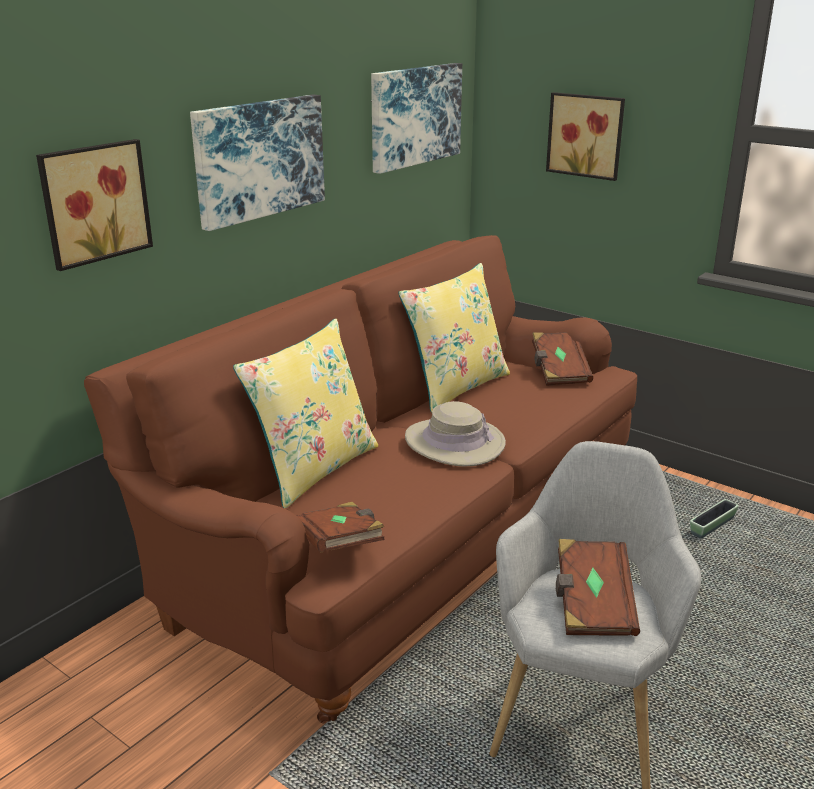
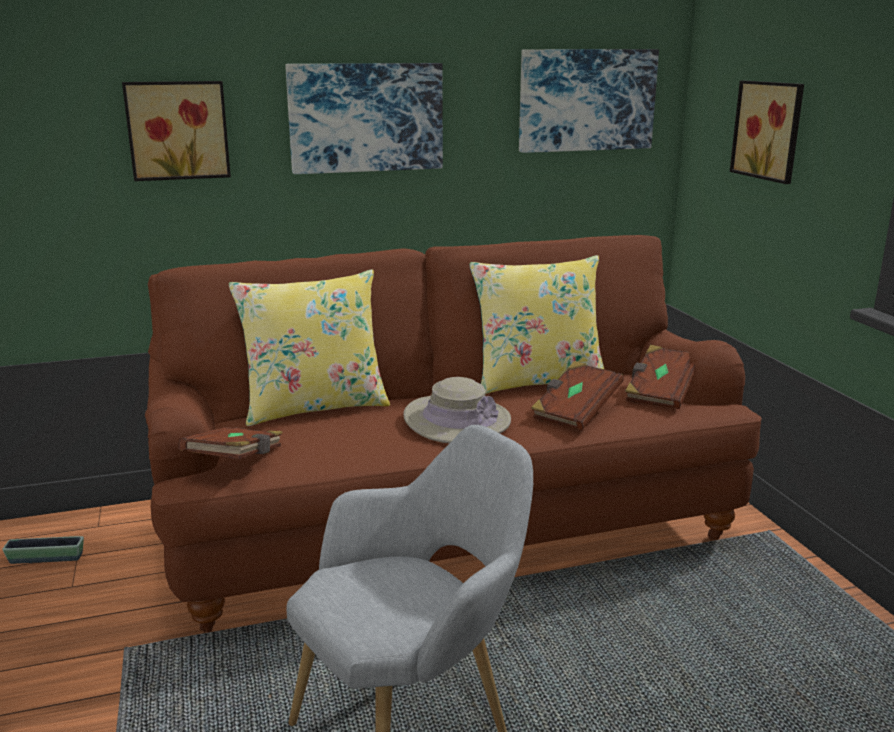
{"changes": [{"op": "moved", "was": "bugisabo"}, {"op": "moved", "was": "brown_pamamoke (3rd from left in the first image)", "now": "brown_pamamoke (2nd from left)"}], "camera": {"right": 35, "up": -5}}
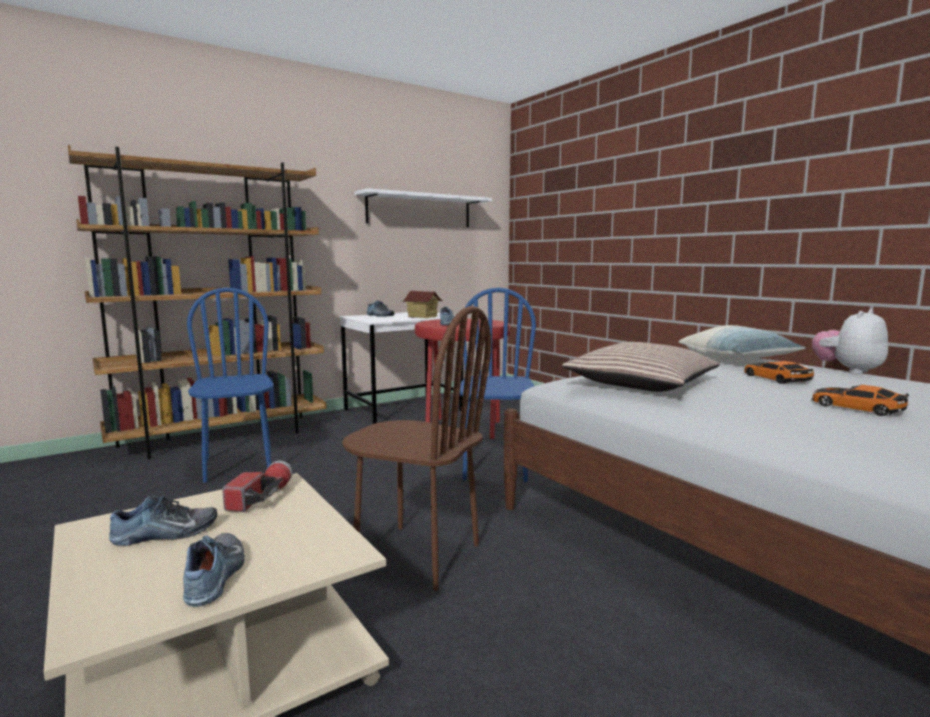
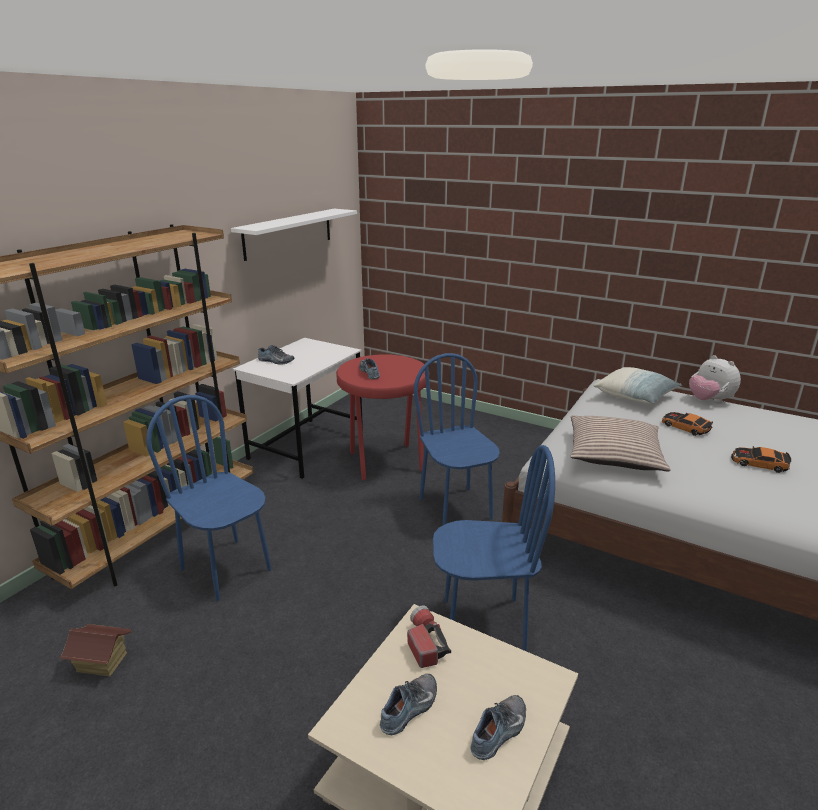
{"changes": [{"op": "moved", "was": "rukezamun"}, {"op": "recoloured", "was": "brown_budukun", "now": "blue_budukun (3rd from left)"}, {"op": "turned", "was": "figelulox (2nd from left in the first image)", "clockwise": 75}, {"op": "turned", "was": "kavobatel", "clockwise": -60}], "camera": {"right": -25, "up": 15}}
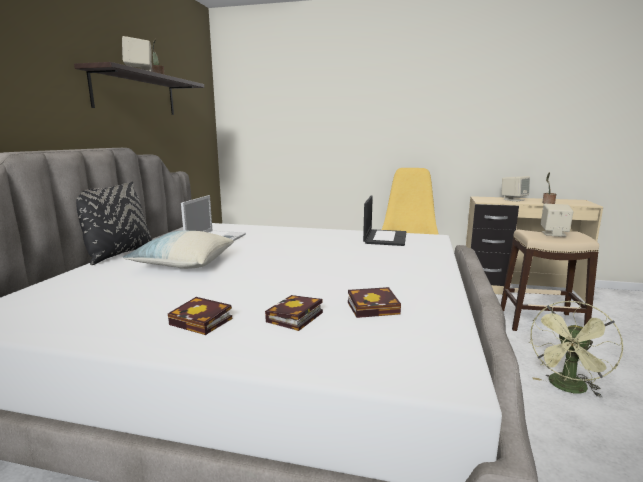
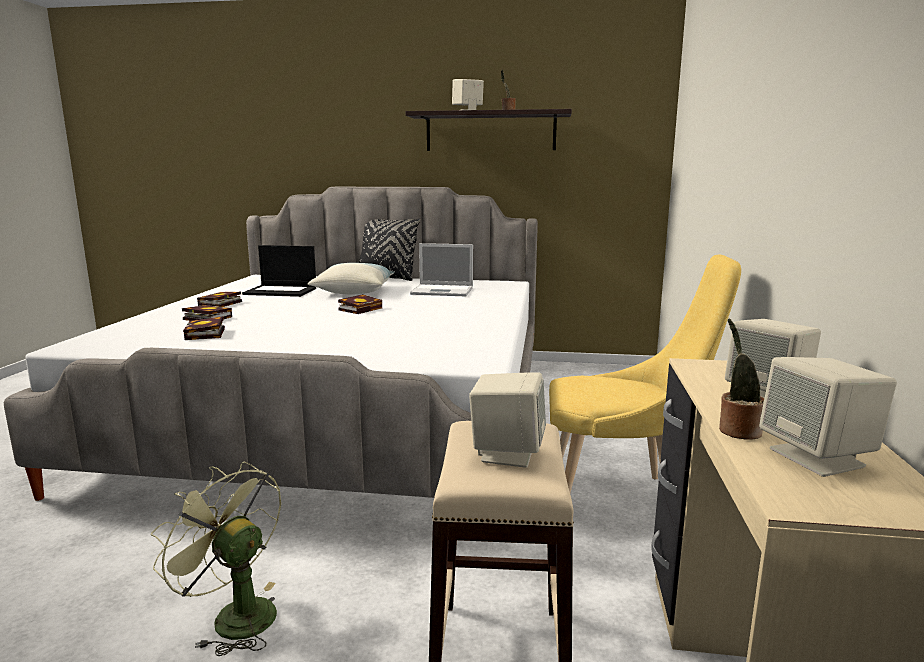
{"changes": [{"op": "moved", "was": "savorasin (2nd from left in the first image)", "now": "savorasin (1st from left)"}, {"op": "added", "now": "pamamoke (4th from left)"}, {"op": "added", "now": "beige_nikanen (4th from left)"}], "camera": {"right": 85, "up": 0}}
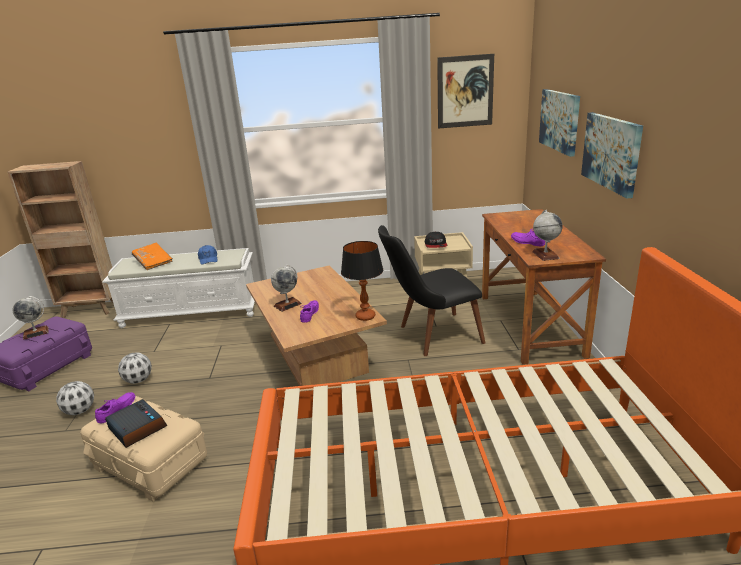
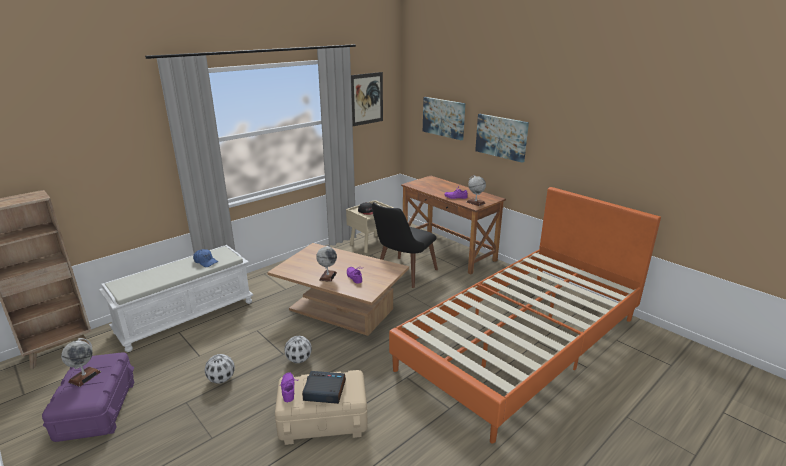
{"changes": [{"op": "moved", "was": "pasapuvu (1st from left in the first image)", "now": "pasapuvu (2nd from left)"}, {"op": "removed", "was": "orange_pamamoke"}, {"op": "removed", "was": "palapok"}], "camera": {"right": -40, "up": 0}}
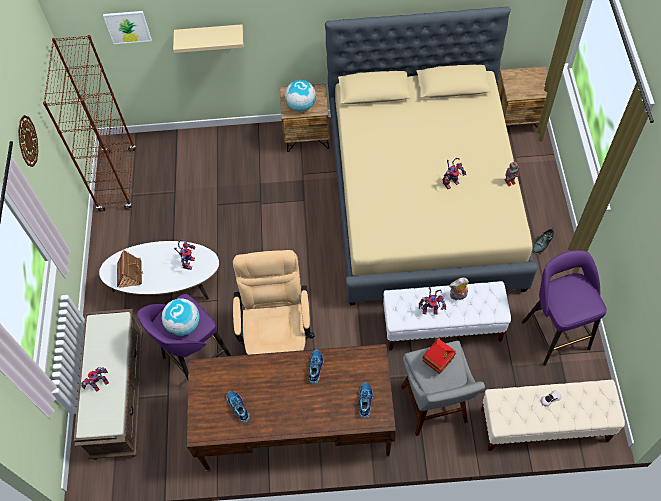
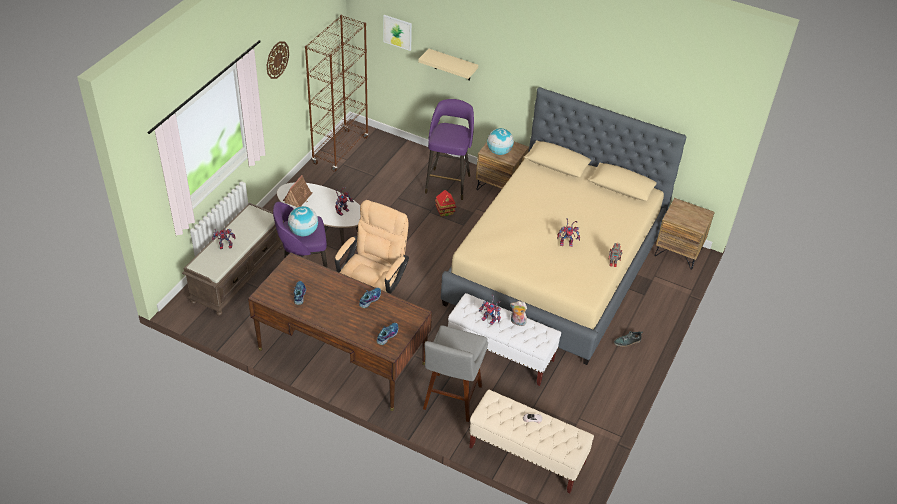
{"changes": [{"op": "moved", "was": "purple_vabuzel (2nd from left)"}, {"op": "moved", "was": "rukezamun (2nd from left)"}], "camera": {"right": 25, "up": -15}}
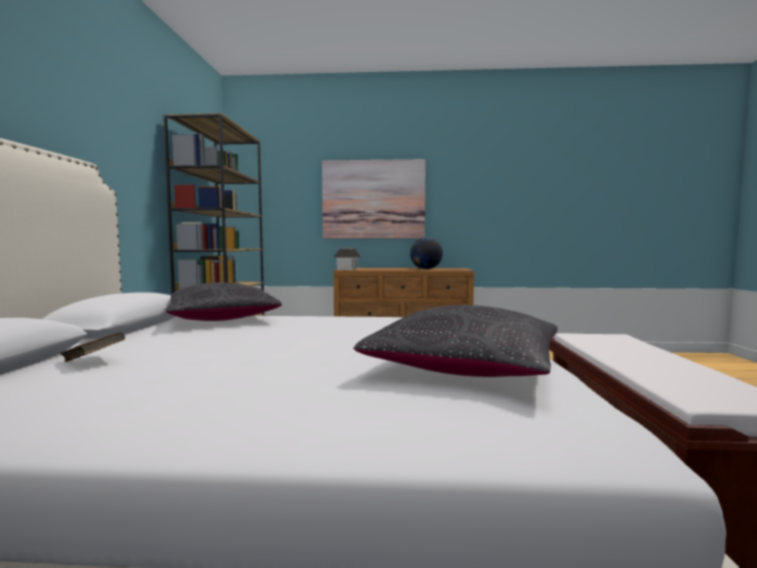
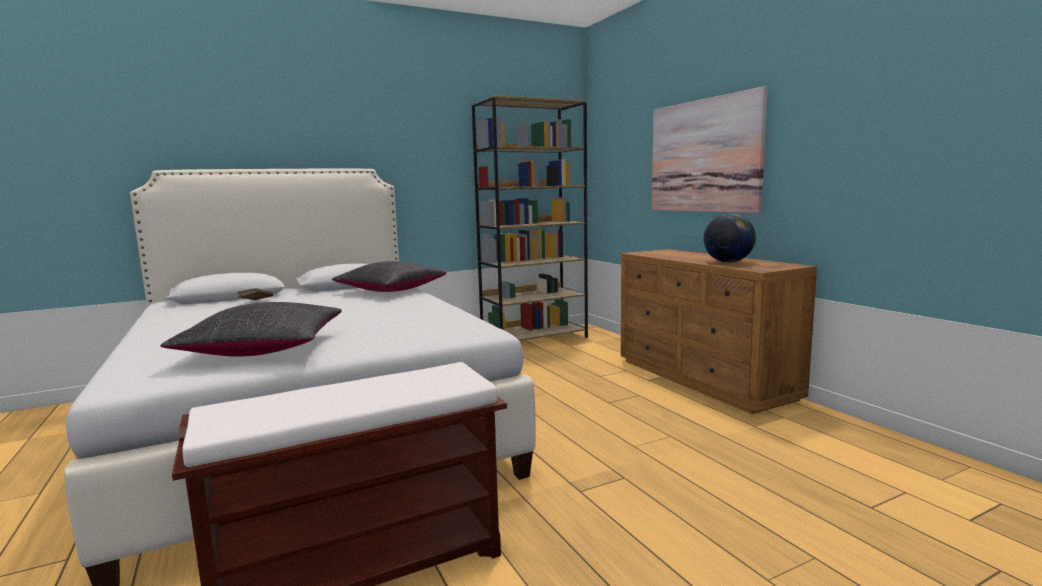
{"changes": [{"op": "removed", "was": "rukezamun"}], "camera": {"right": 60, "up": 5}}
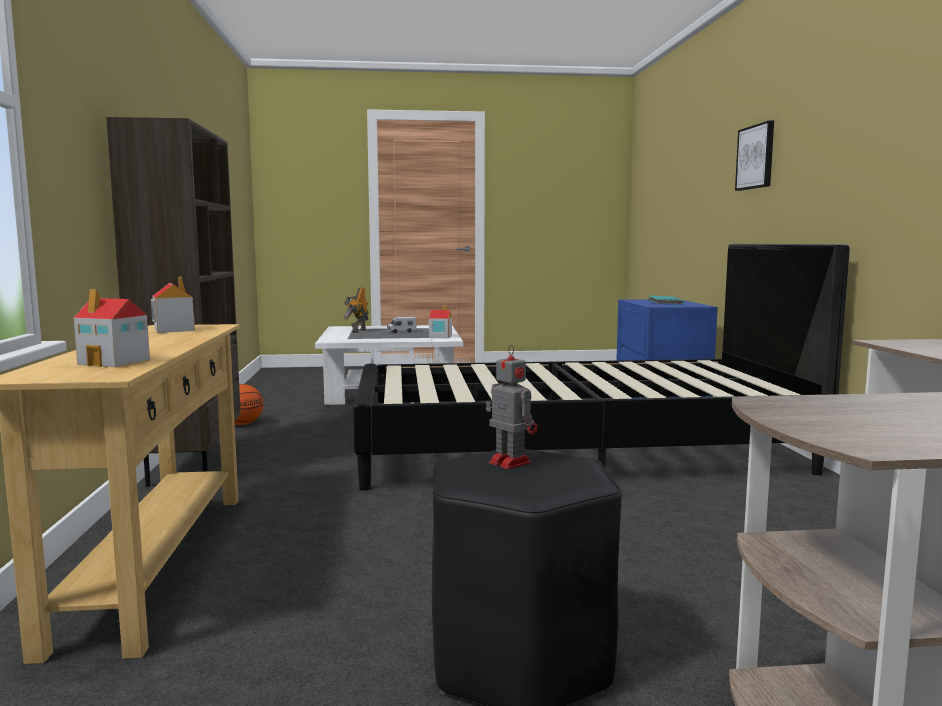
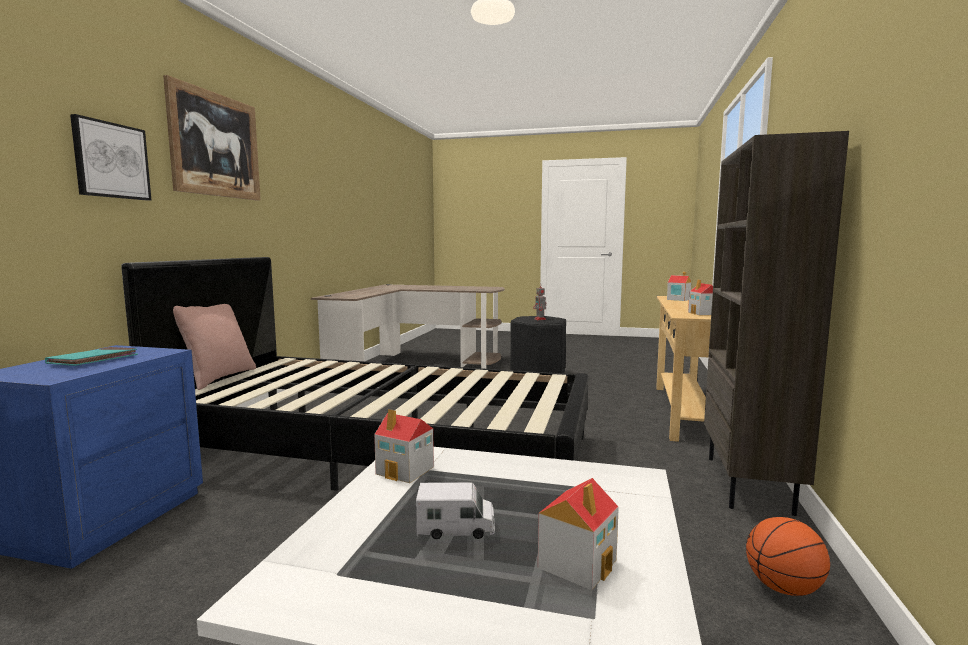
{"changes": [{"op": "added", "now": "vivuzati (2nd from left)"}, {"op": "added", "now": "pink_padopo"}, {"op": "replaced", "was": "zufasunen (1st from left)", "now": "rukezamun (2nd from left)"}], "camera": {"right": -160, "up": 0}}
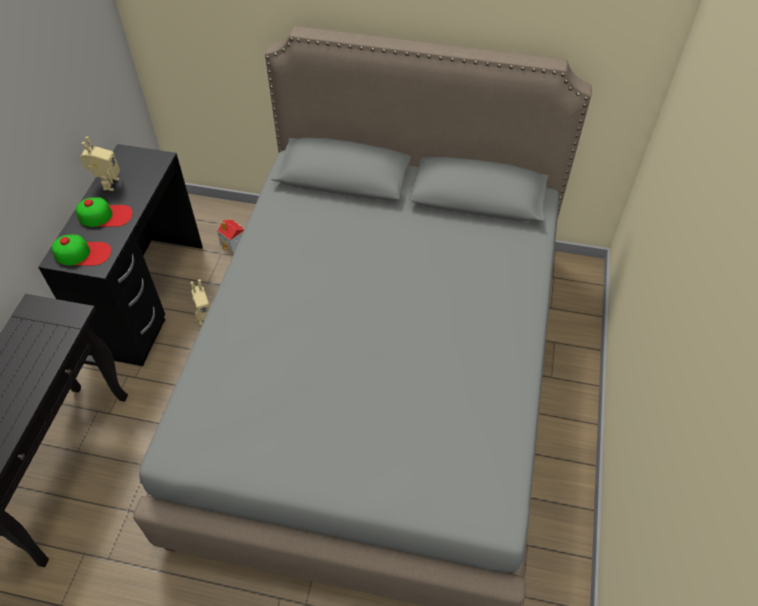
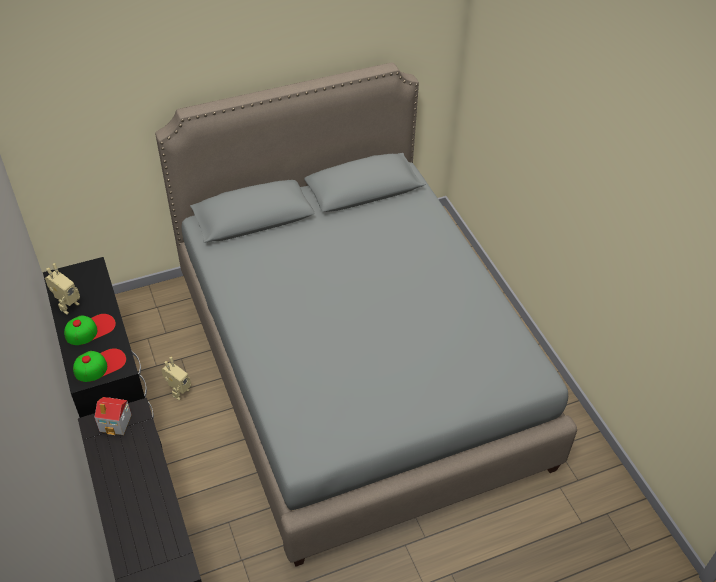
{"changes": [{"op": "turned", "was": "zufasunen (1st from left)", "clockwise": 60}, {"op": "moved", "was": "rukezamun"}], "camera": {"right": -35, "up": -5}}
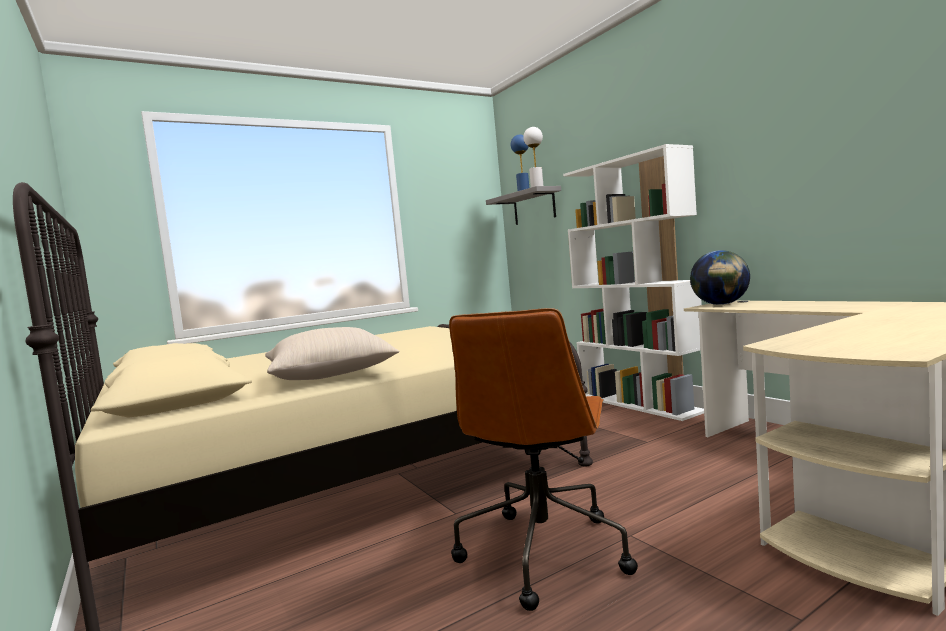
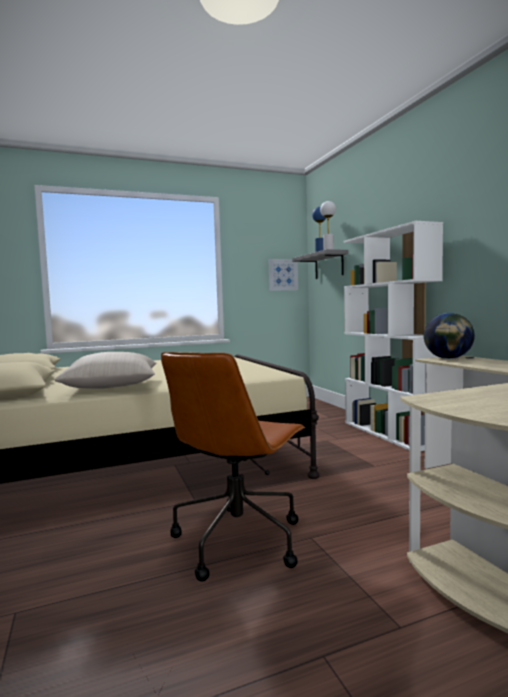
{"changes": [{"op": "added", "now": "vivuzati"}], "camera": {"right": 10, "up": 0}}
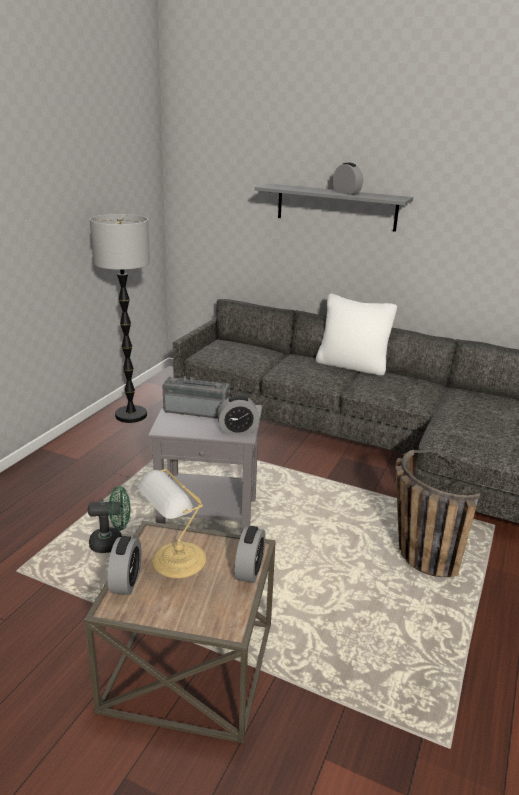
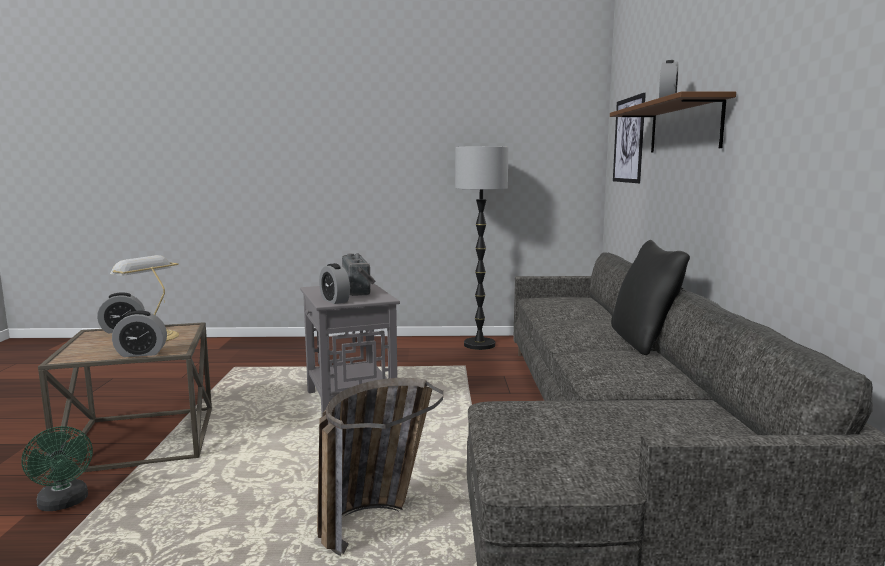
{"changes": [{"op": "moved", "was": "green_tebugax"}, {"op": "recoloured", "was": "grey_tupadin", "now": "brown_tupadin"}, {"op": "recoloured", "was": "white_padopo", "now": "black_padopo"}, {"op": "added", "now": "vivuzati"}], "camera": {"right": 65, "up": -15}}
